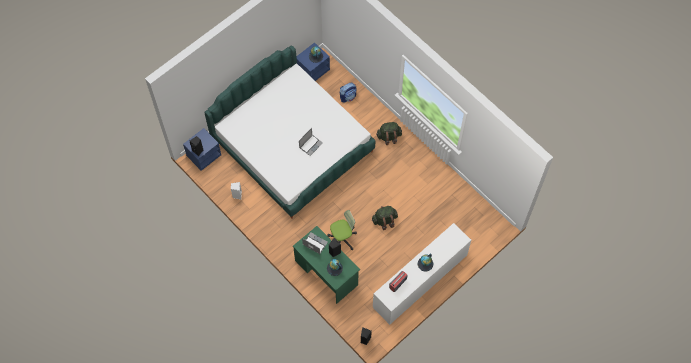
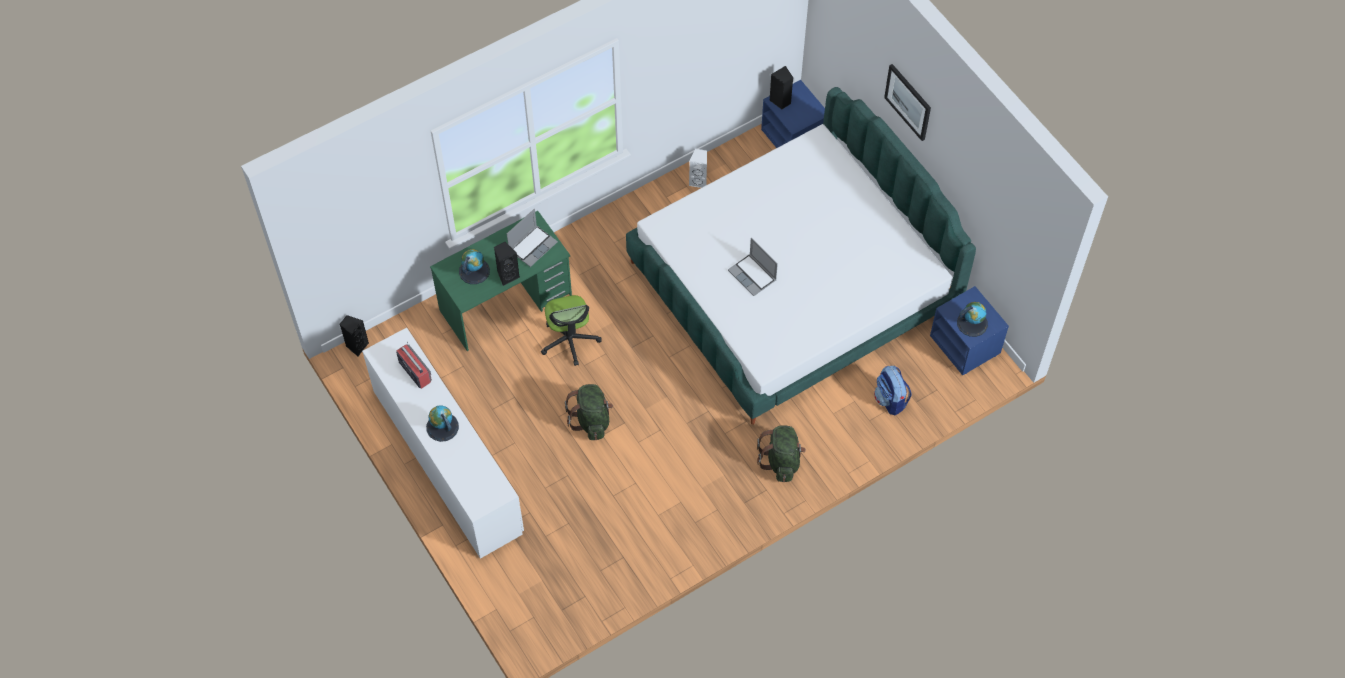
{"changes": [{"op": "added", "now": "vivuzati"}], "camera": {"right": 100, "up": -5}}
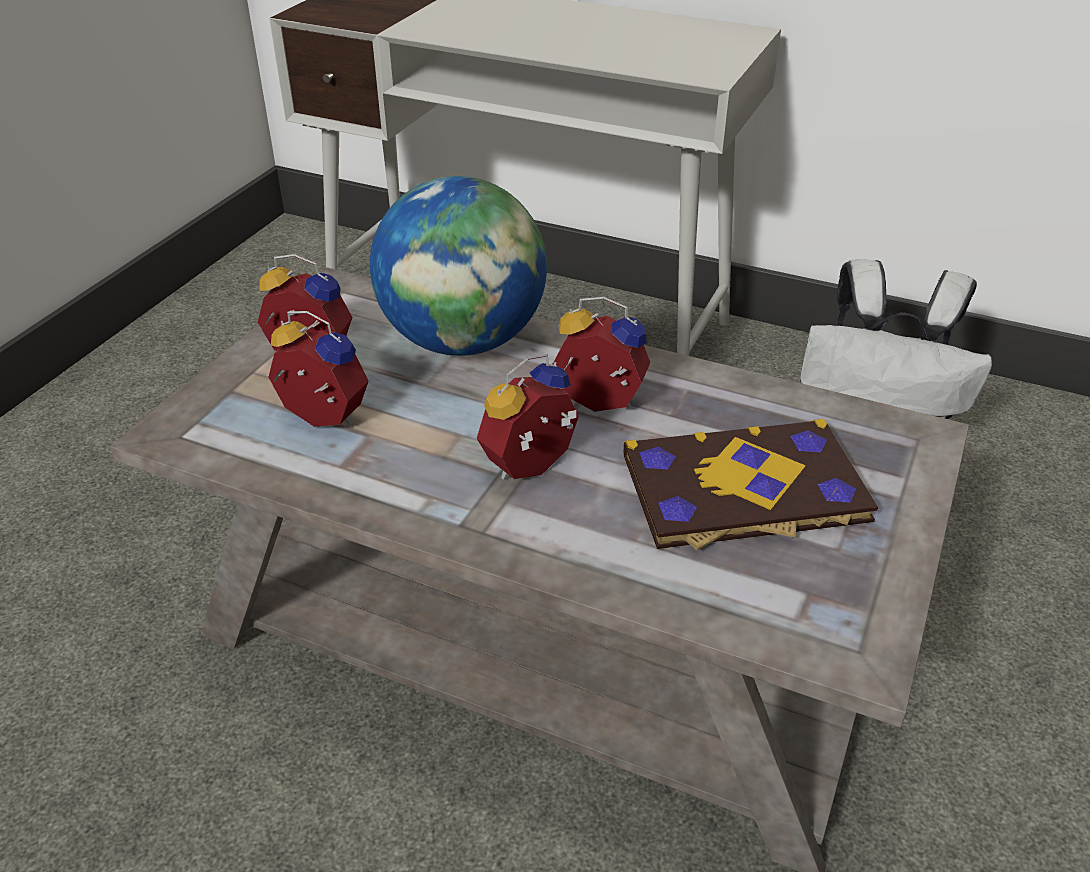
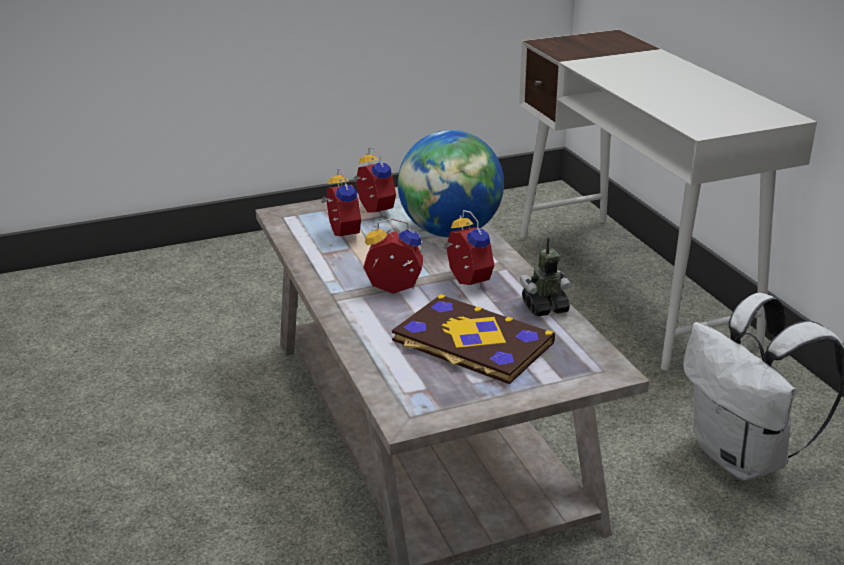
{"changes": [{"op": "added", "now": "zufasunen"}], "camera": {"right": 45, "up": -10}}
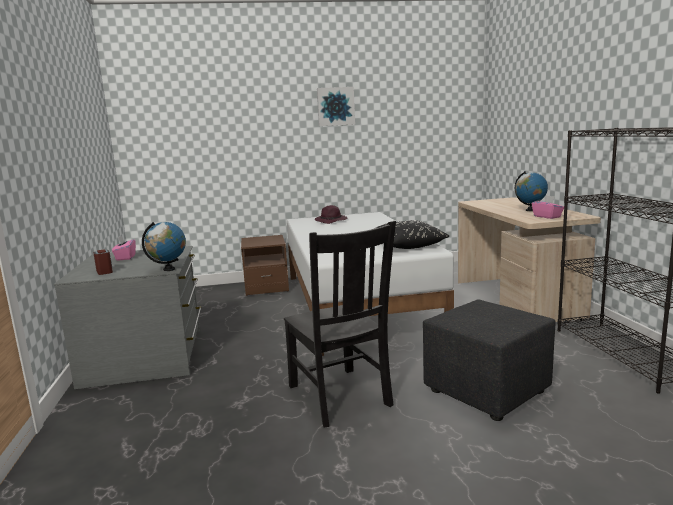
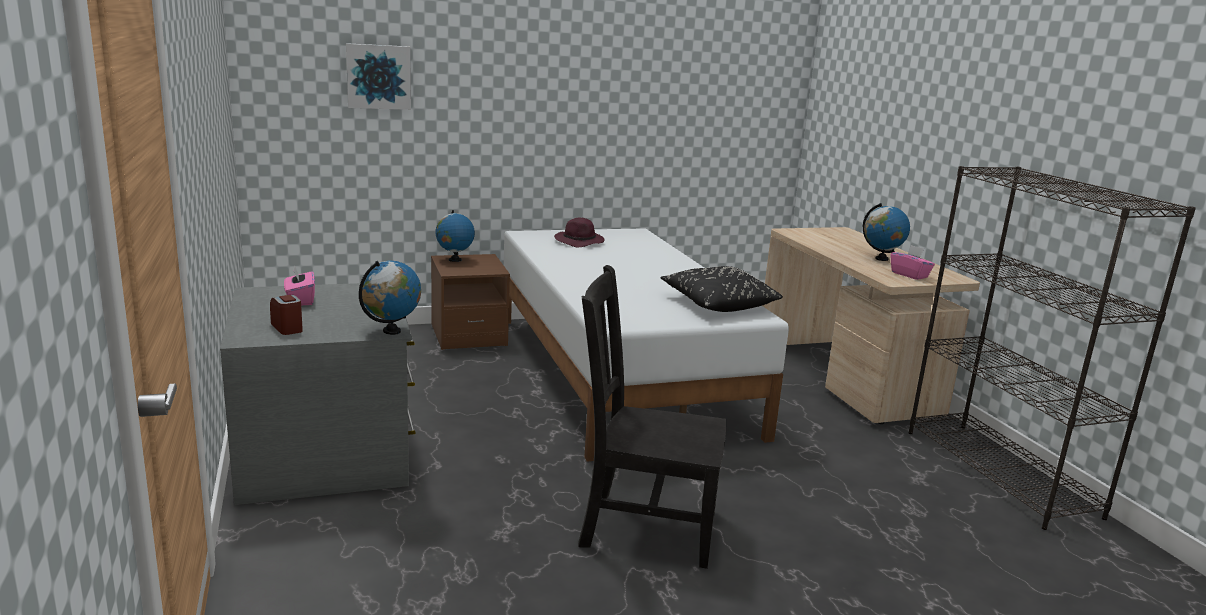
{"changes": [{"op": "moved", "was": "vivuzati"}, {"op": "added", "now": "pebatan (2nd from left)"}, {"op": "turned", "was": "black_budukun", "clockwise": 135}, {"op": "removed", "was": "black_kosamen"}], "camera": {"right": -10, "up": 5}}
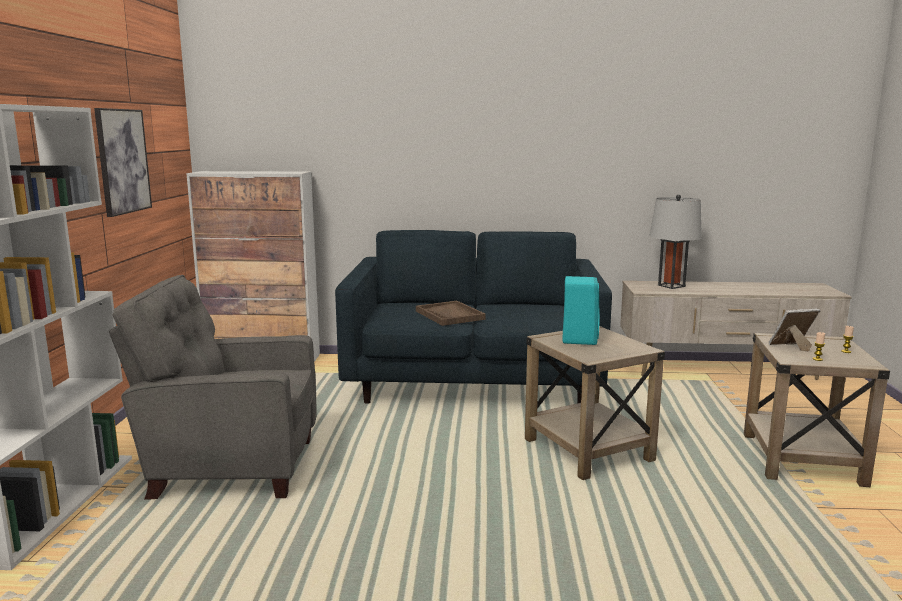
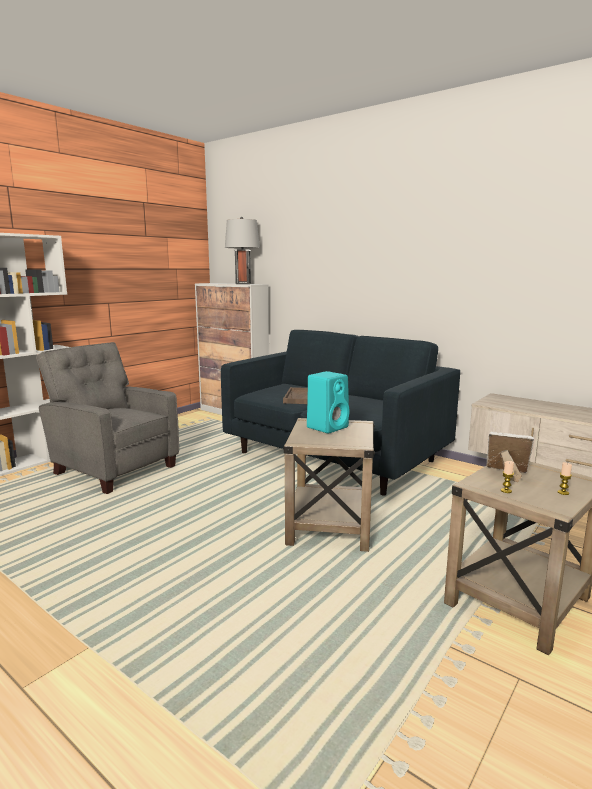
{"changes": [{"op": "moved", "was": "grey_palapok"}, {"op": "removed", "was": "vivuzati"}], "camera": {"right": 35, "up": 0}}
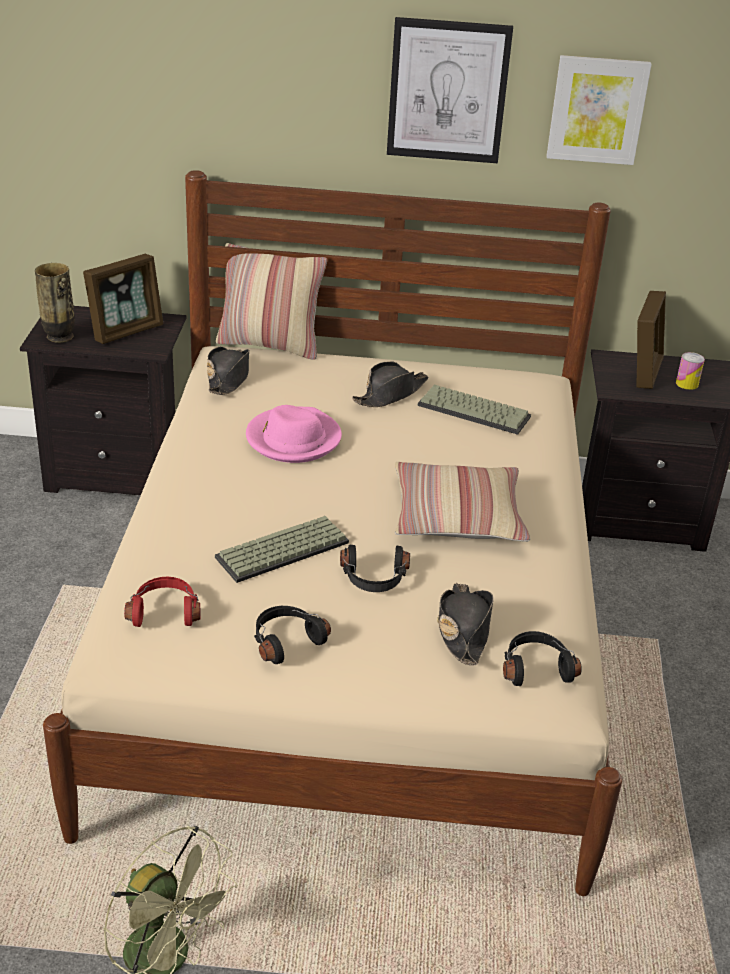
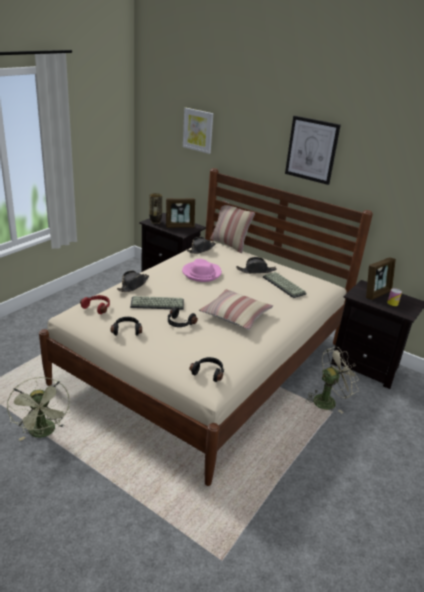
{"changes": [{"op": "moved", "was": "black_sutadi (3rd from left in the first image)", "now": "black_sutadi (1st from left)"}, {"op": "moved", "was": "vivuzati (2nd from left in the first image)", "now": "vivuzati (1st from left)"}, {"op": "added", "now": "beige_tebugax"}], "camera": {"right": 30, "up": -5}}
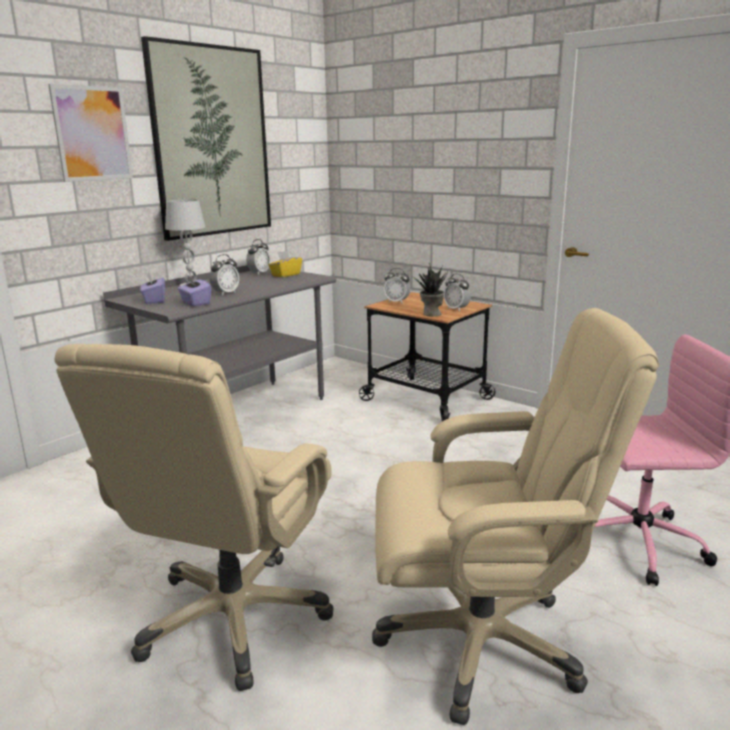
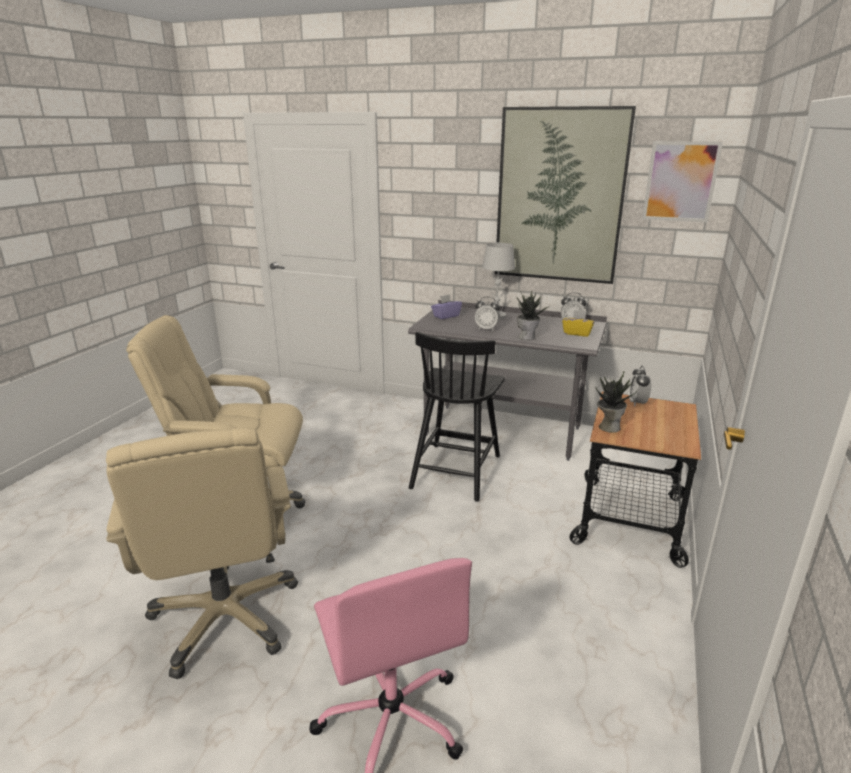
{"changes": [{"op": "added", "now": "black_budukun"}, {"op": "added", "now": "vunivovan (1st from left)"}, {"op": "moved", "was": "vivuzati (1st from left in the first image)", "now": "vivuzati (2nd from left)"}, {"op": "removed", "was": "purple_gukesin (2nd from left)"}, {"op": "removed", "was": "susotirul (4th from left)"}], "camera": {"right": 70, "up": 5}}
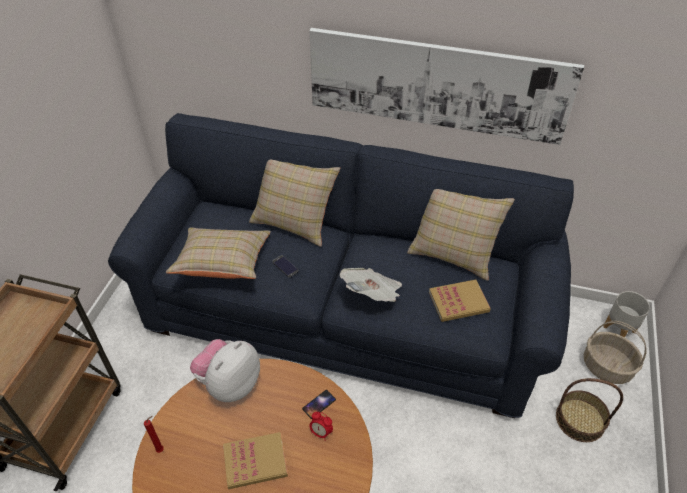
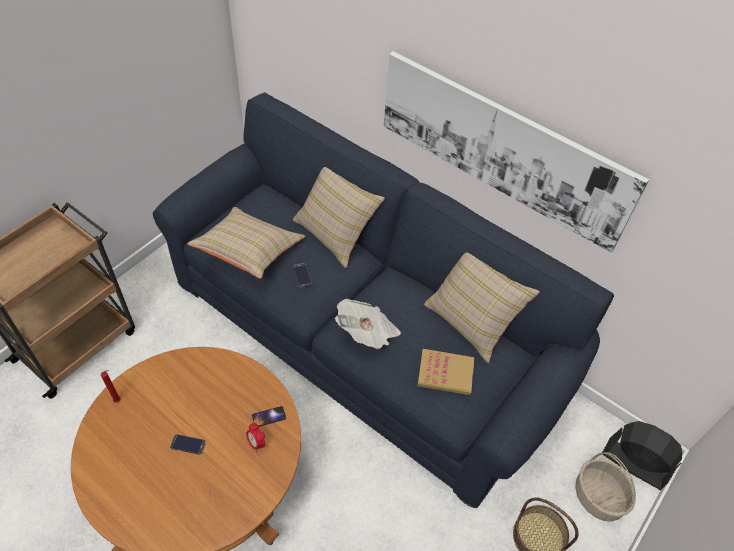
{"changes": [{"op": "replaced", "was": "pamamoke (1st from left)", "now": "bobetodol (1st from left)"}, {"op": "replaced", "was": "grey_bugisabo", "now": "black_tebugax"}, {"op": "removed", "was": "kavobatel"}], "camera": {"right": 20, "up": 5}}
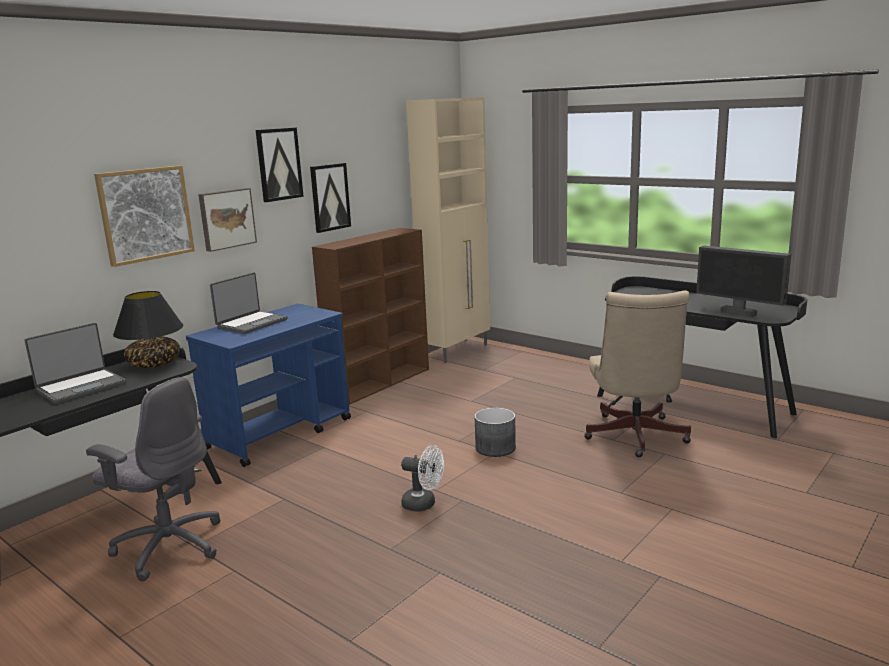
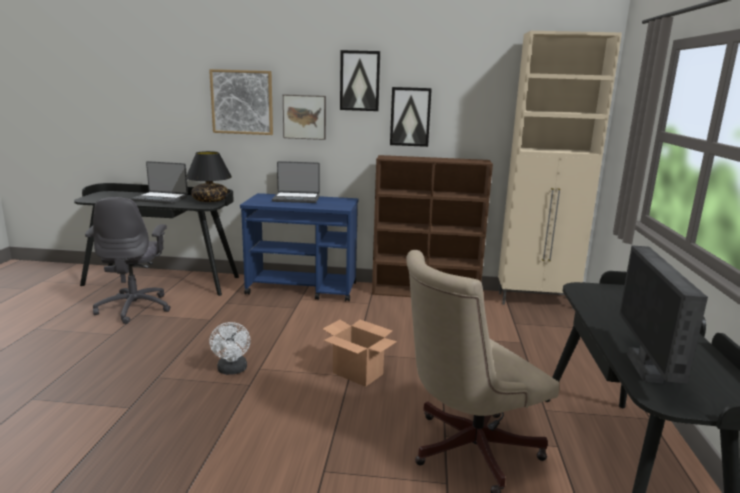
{"changes": [{"op": "replaced", "was": "grey_bugisabo", "now": "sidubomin"}], "camera": {"right": 55, "up": 0}}
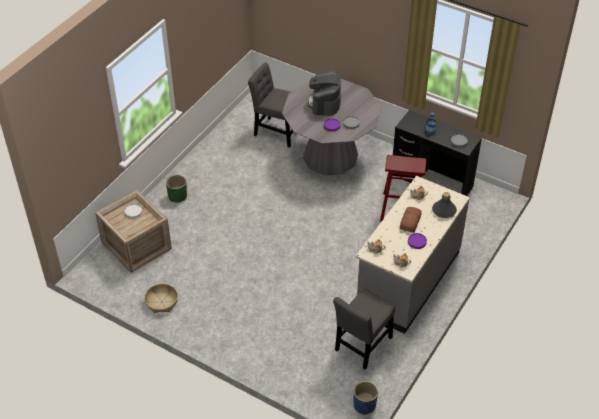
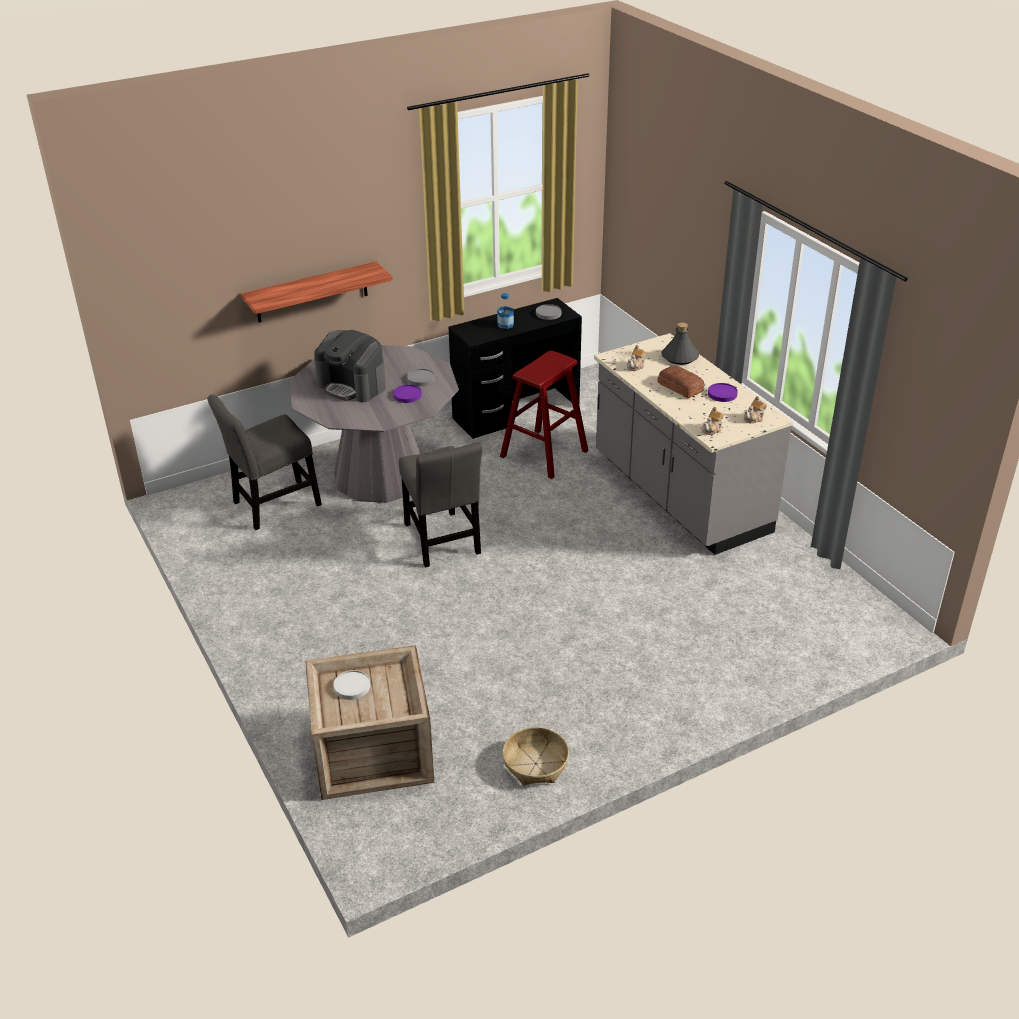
{"changes": [{"op": "added", "now": "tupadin"}, {"op": "moved", "was": "grey_budukun (2nd from left)"}, {"op": "removed", "was": "green_bugisabo"}, {"op": "removed", "was": "blue_bugisabo"}], "camera": {"right": -60, "up": -10}}
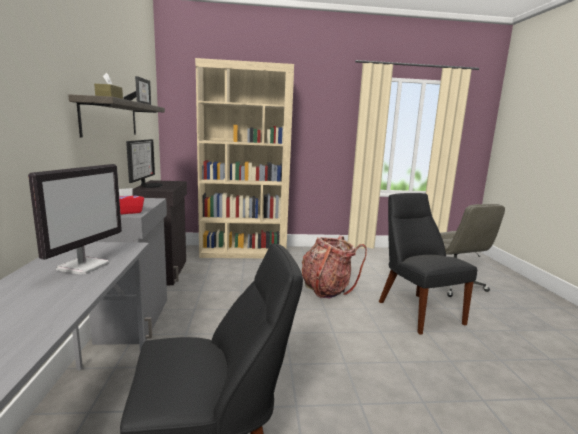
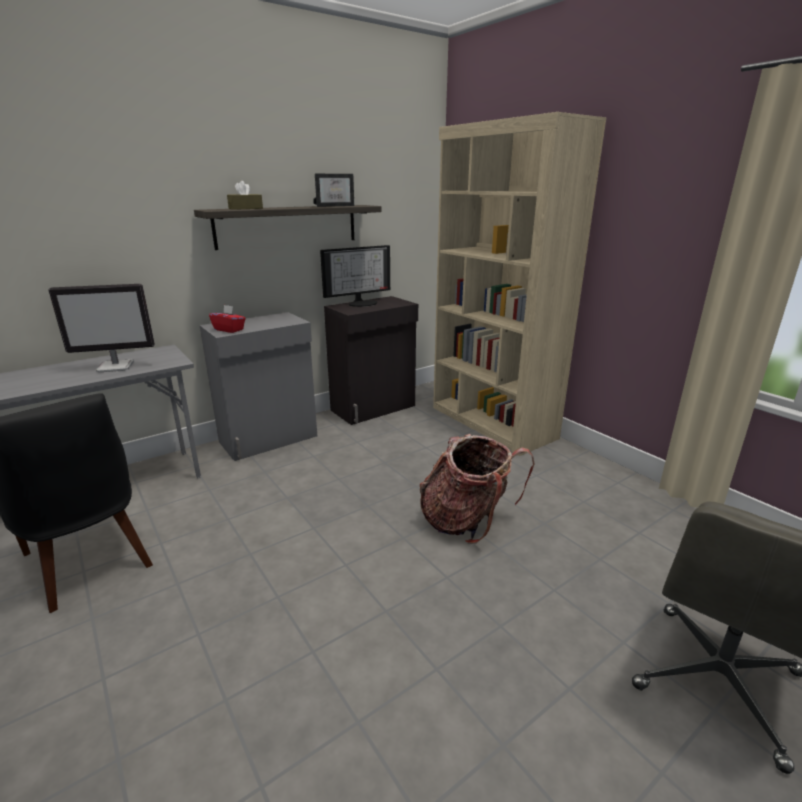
{"changes": [{"op": "removed", "was": "black_budukun (2nd from left)"}], "camera": {"right": 60, "up": 10}}
